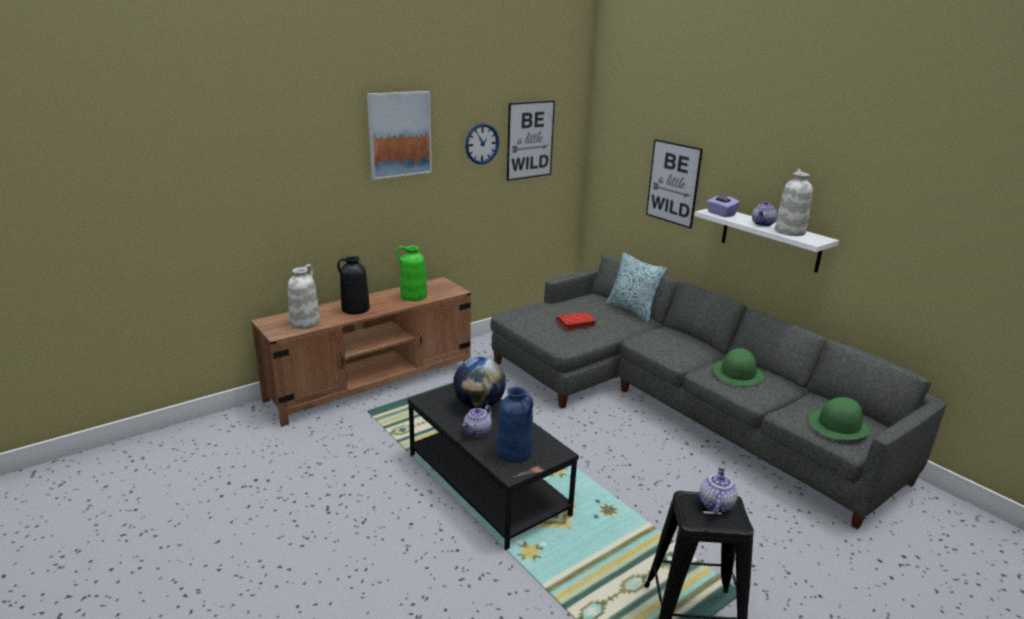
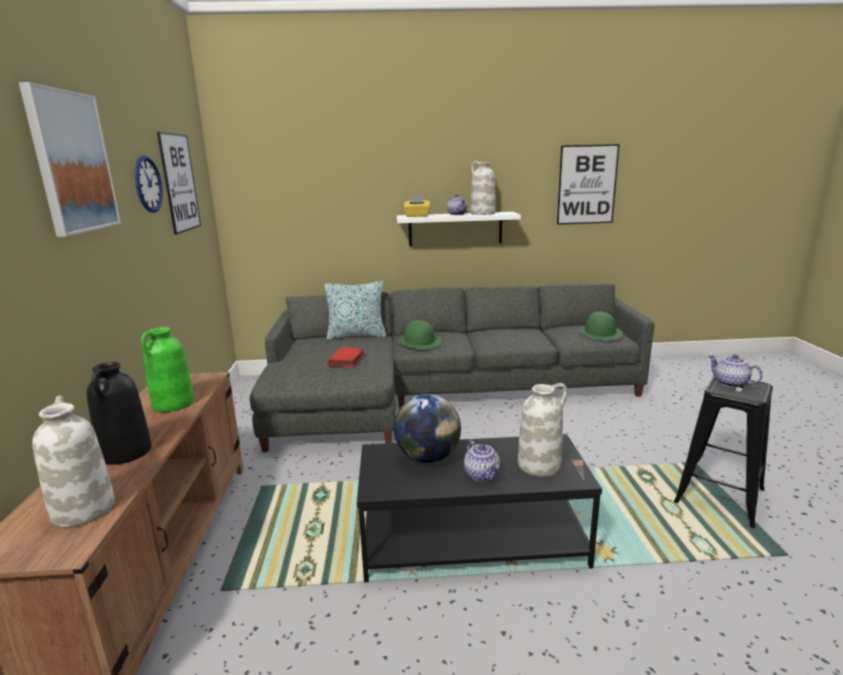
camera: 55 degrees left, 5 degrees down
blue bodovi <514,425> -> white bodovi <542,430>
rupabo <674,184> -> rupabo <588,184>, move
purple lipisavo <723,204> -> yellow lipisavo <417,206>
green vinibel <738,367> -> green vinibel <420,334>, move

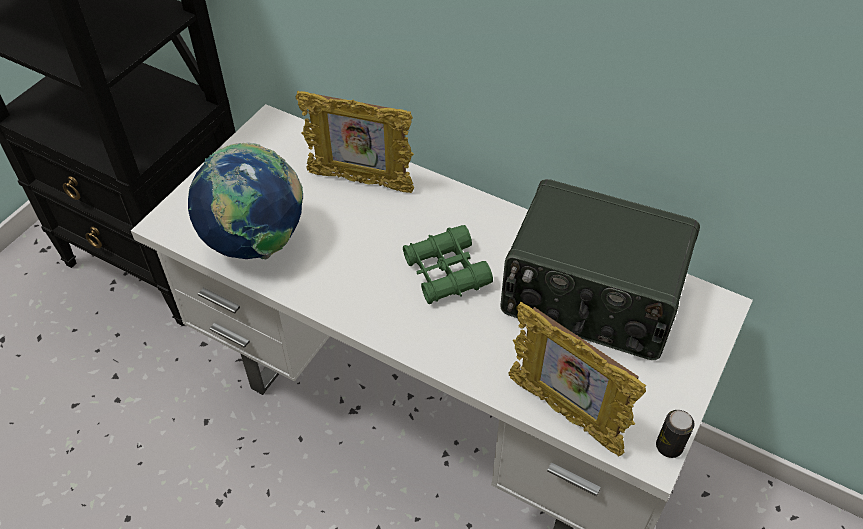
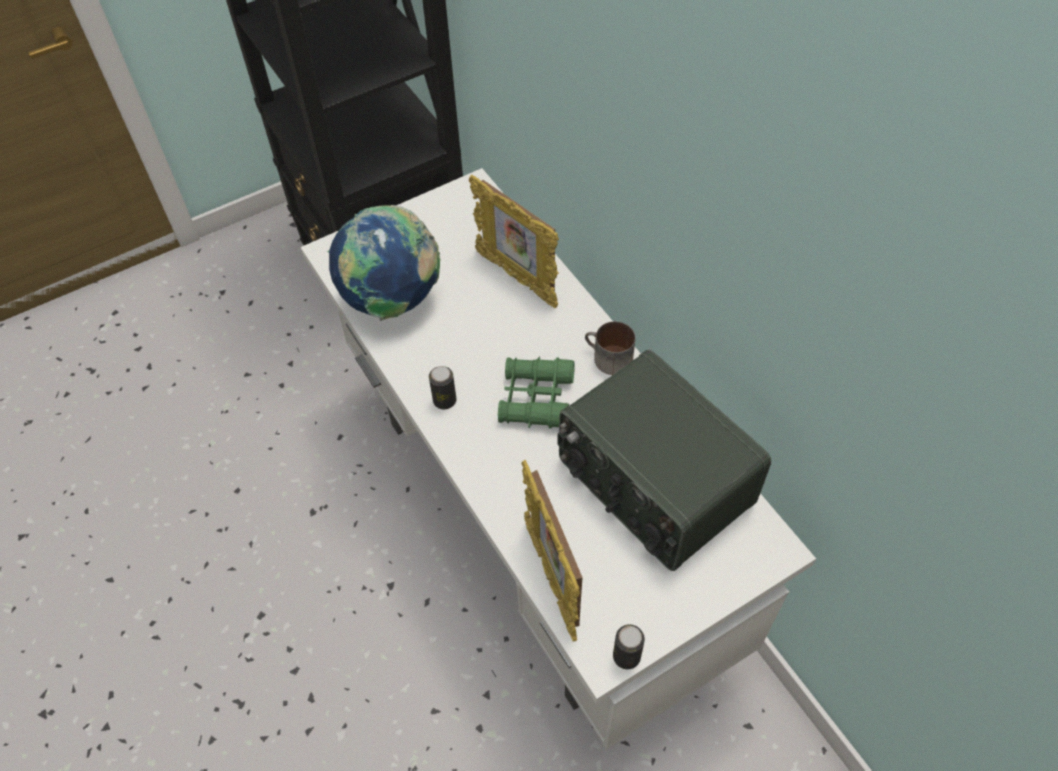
camera: 30 degrees right, 5 degrees up
none -> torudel <443,387>
none -> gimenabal <610,348>

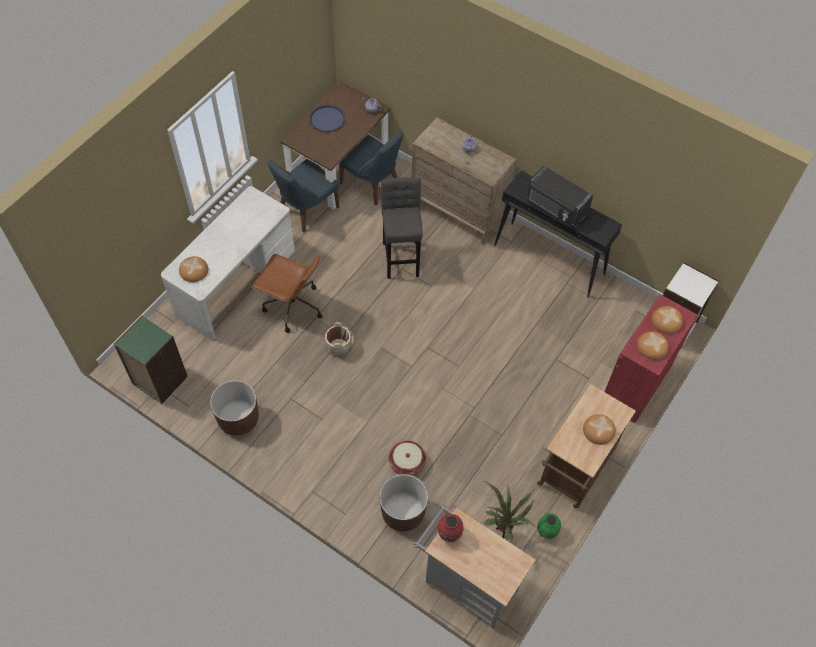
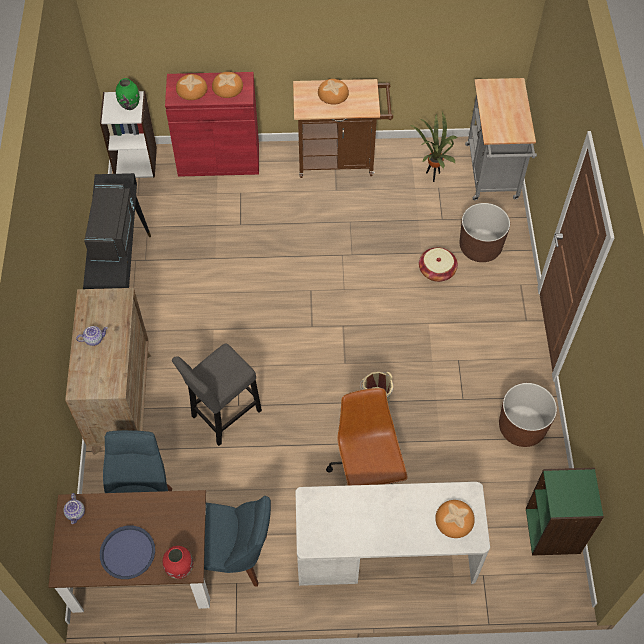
camera: 125 degrees left, 0 degrees up
red bodovi <450,528> -> red bodovi <178,562>, move
green bodovi <549,526> -> green bodovi <128,94>, move

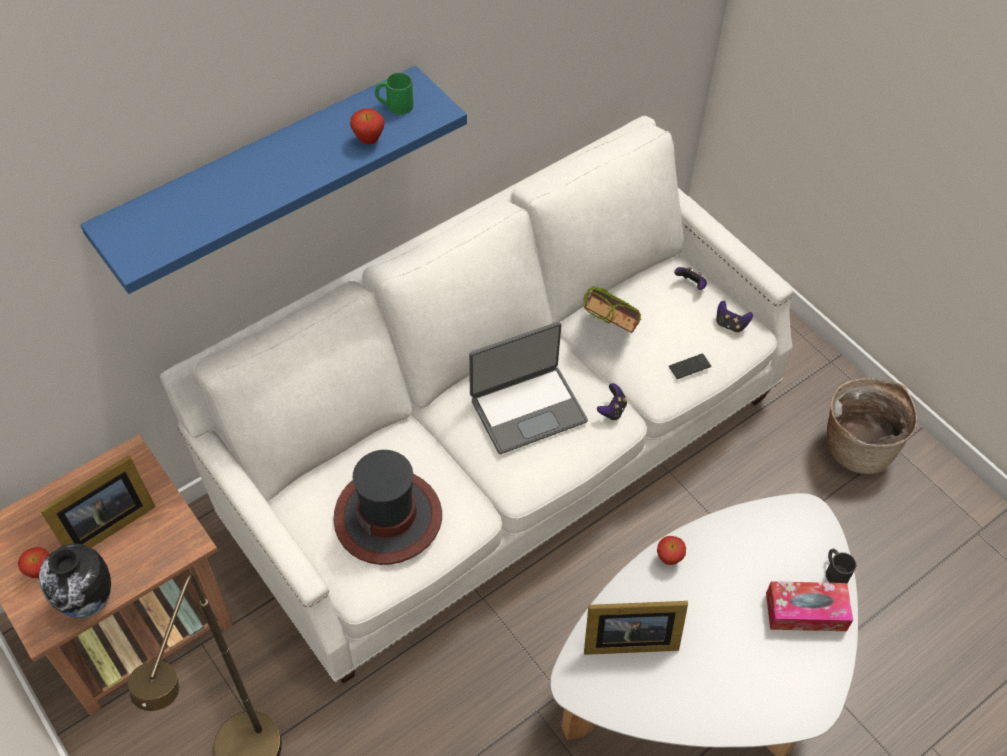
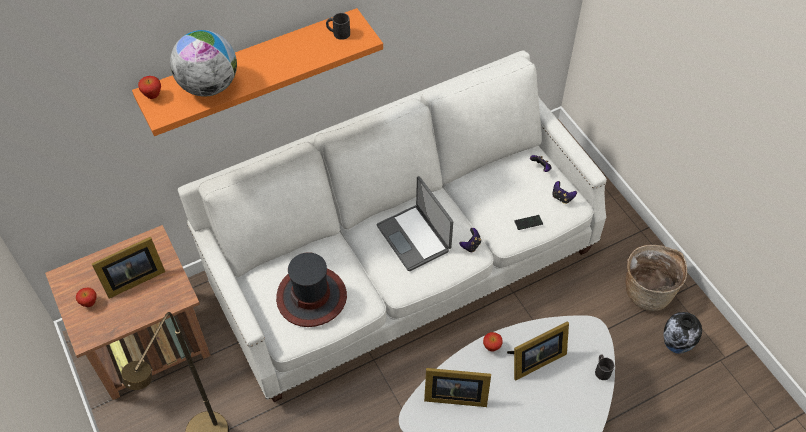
camera: 10 degrees right, 0 degrees up
bodovi <75,580> -> bodovi <682,333>, move
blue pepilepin <273,180> -> orange pepilepin <257,72>
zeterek <367,126> -> zeterek <149,87>, move
green gimenabal <394,94> -> black gimenabal <338,26>
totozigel <528,388> -> totozigel <414,223>, 75 degrees clockwise
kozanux <612,309> -> none
lipisavo <809,606> -> none
none -> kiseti <203,63>
none -> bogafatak <538,350>

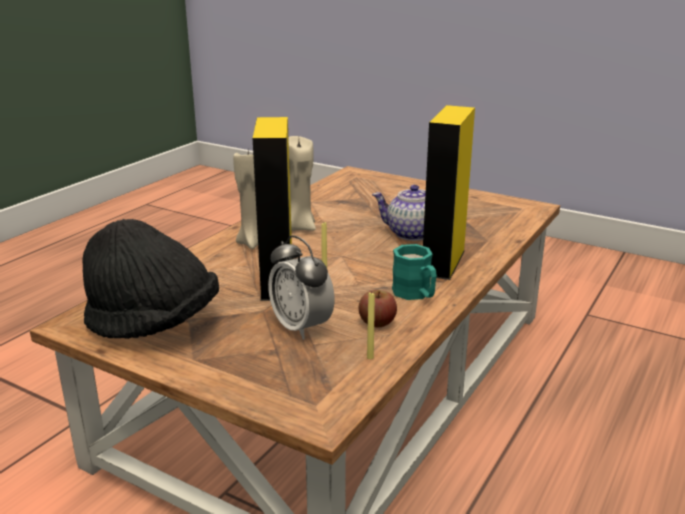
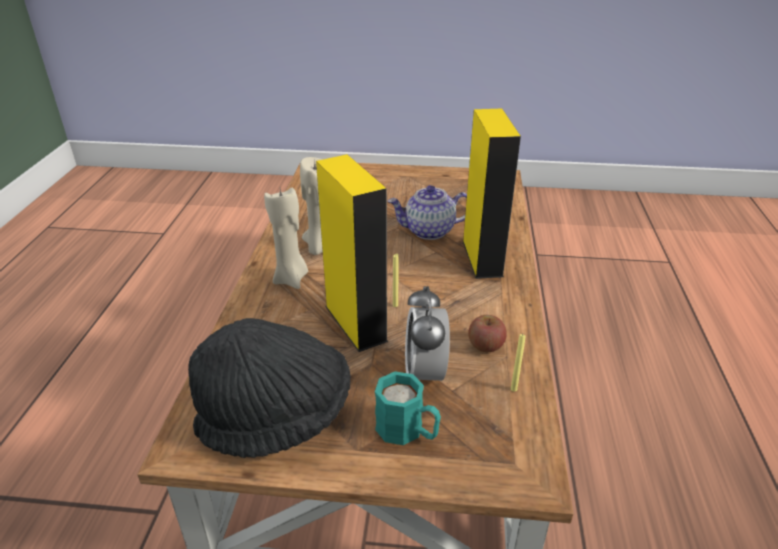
camera: 25 degrees left, 10 degrees up
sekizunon <301,287> -> sekizunon <427,333>, 60 degrees clockwise
turquoise gimenabal <414,272> -> turquoise gimenabal <408,408>, move

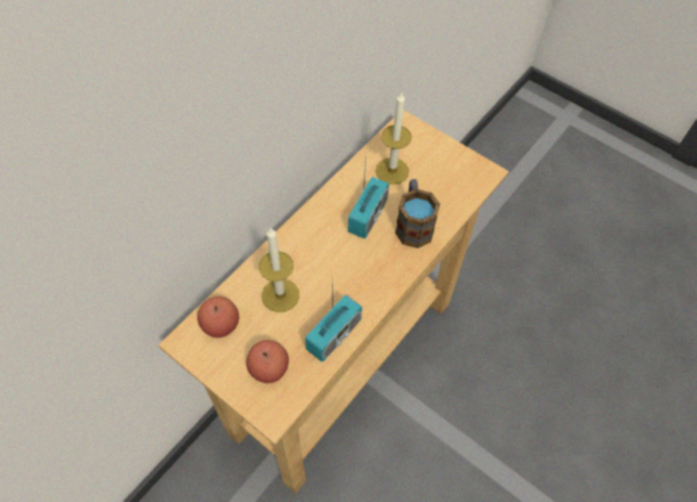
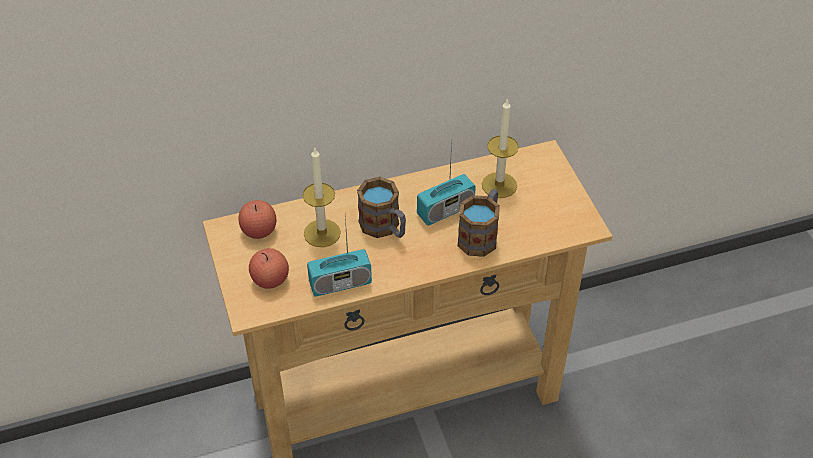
camera: 35 degrees right, 10 degrees down
none -> gimenabal <381,207>

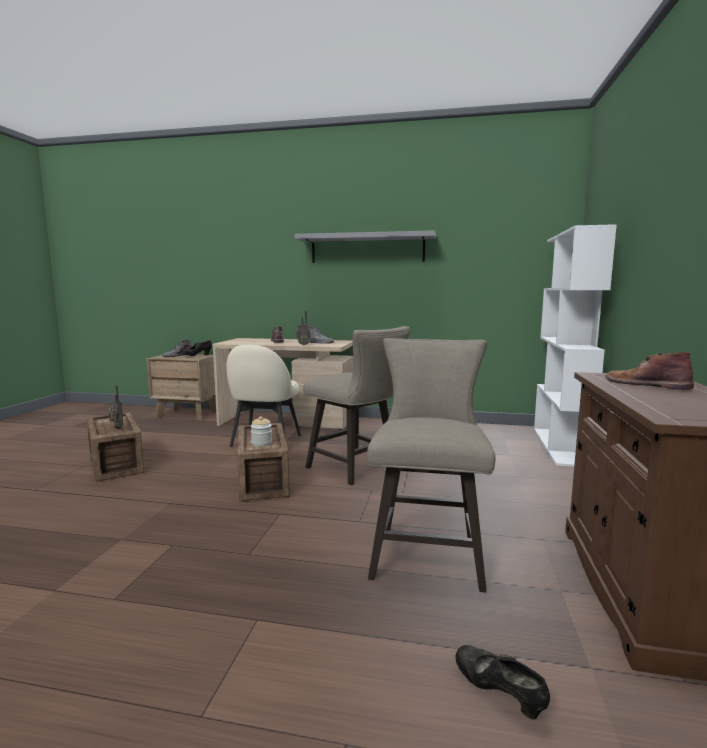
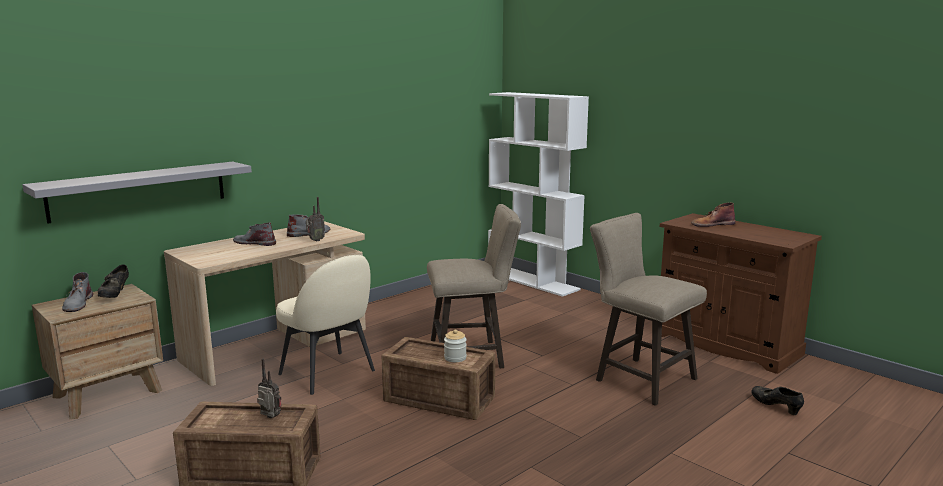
camera: 55 degrees left, 5 degrees up
grey pepilepin <365,246> -> grey pepilepin <137,193>, move
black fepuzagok <502,682> -> black fepuzagok <777,400>, 60 degrees clockwise

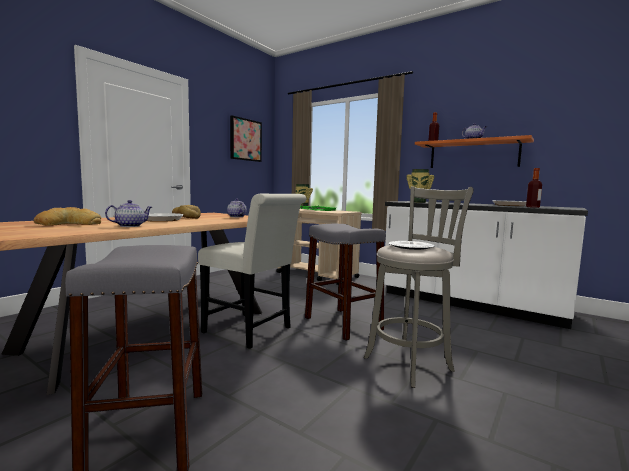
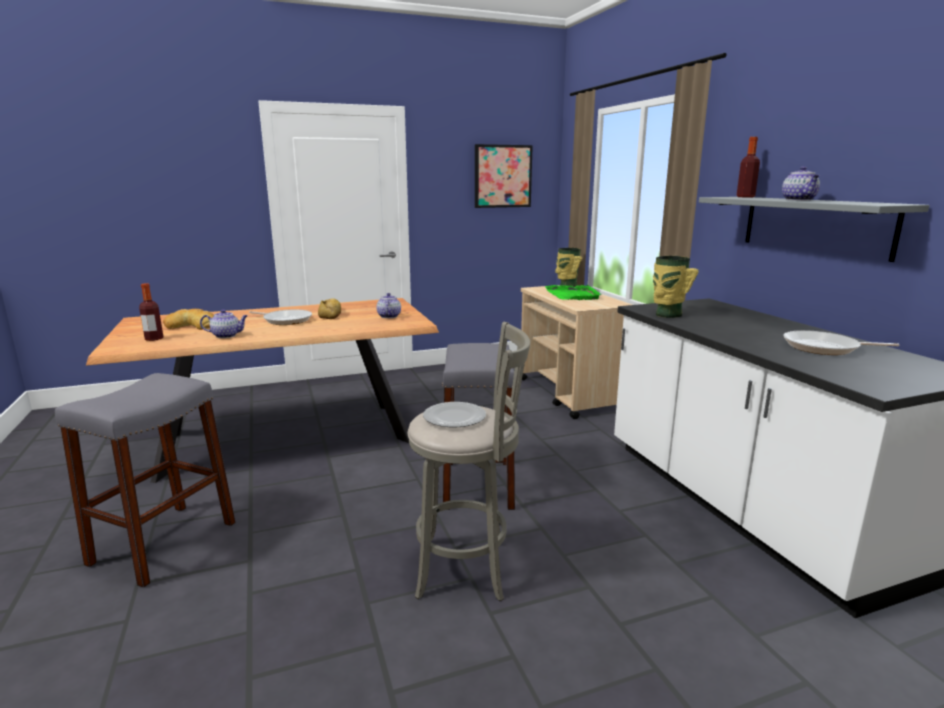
camera: 35 degrees right, 10 degrees up
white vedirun <252,271> -> none
orange pepilepin <474,151> -> grey pepilepin <814,229>
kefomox <534,188> -> kefomox <151,312>, move

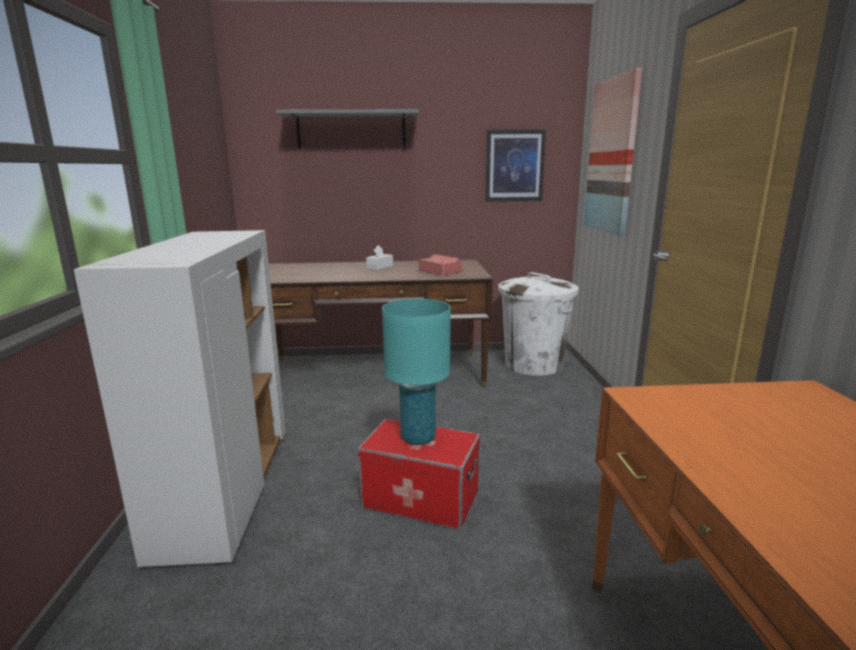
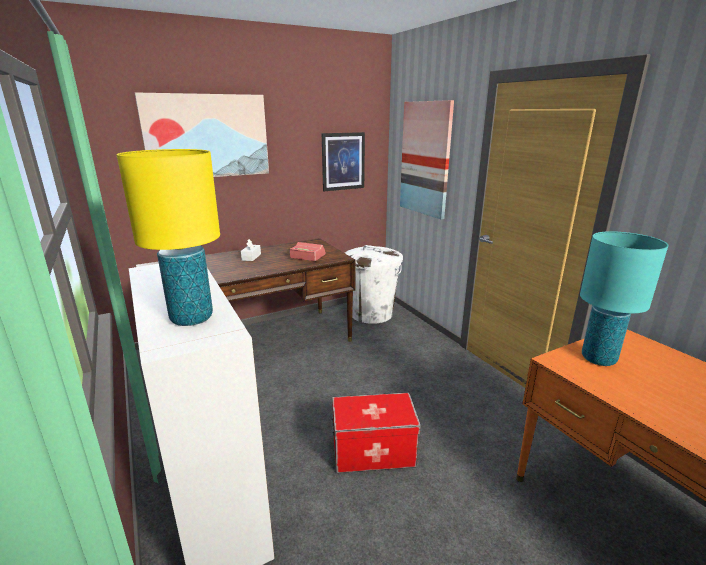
camera: 25 degrees left, 5 degrees up
grey pepilepin <347,129> -> rupabo <202,134>
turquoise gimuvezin <416,372> -> turquoise gimuvezin <624,298>, move
none -> yellow gimuvezin <168,237>

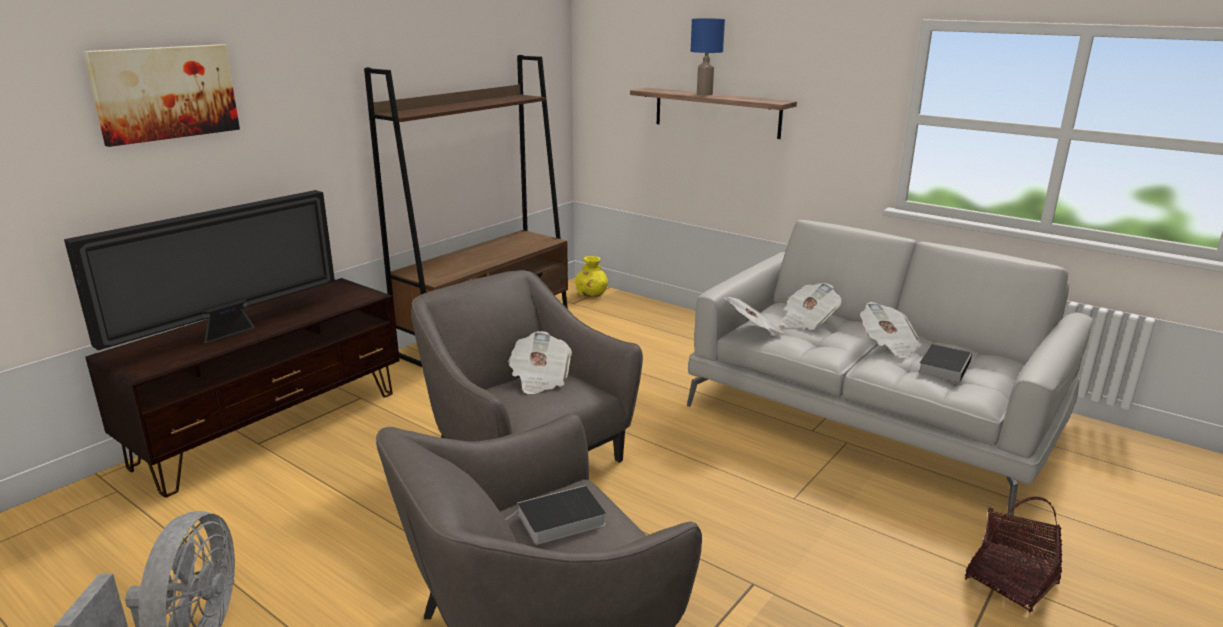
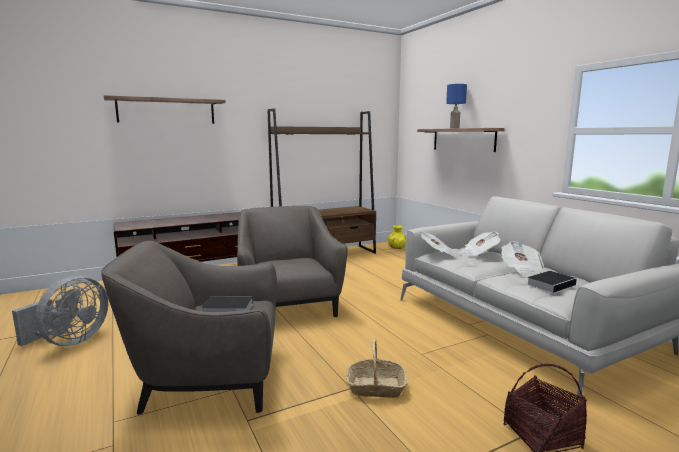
camera: 25 degrees right, 10 degrees down
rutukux <199,270> -> none
rupabo <161,95> -> pepilepin <165,109>
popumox <540,362> -> none
none -> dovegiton <376,368>

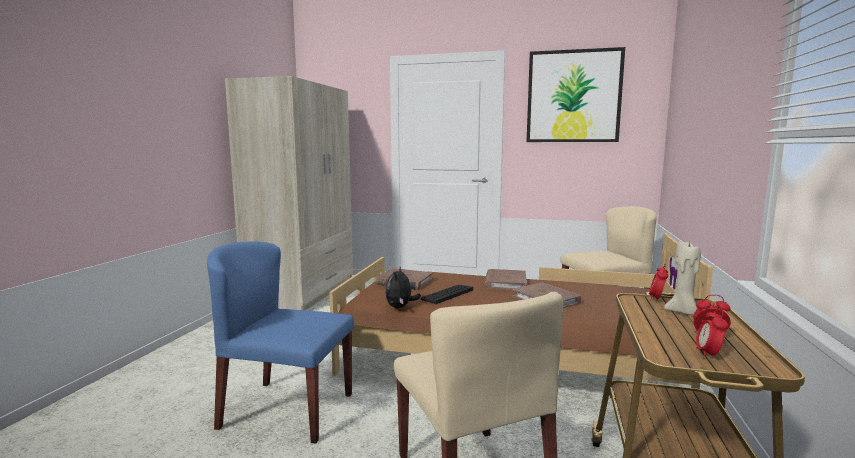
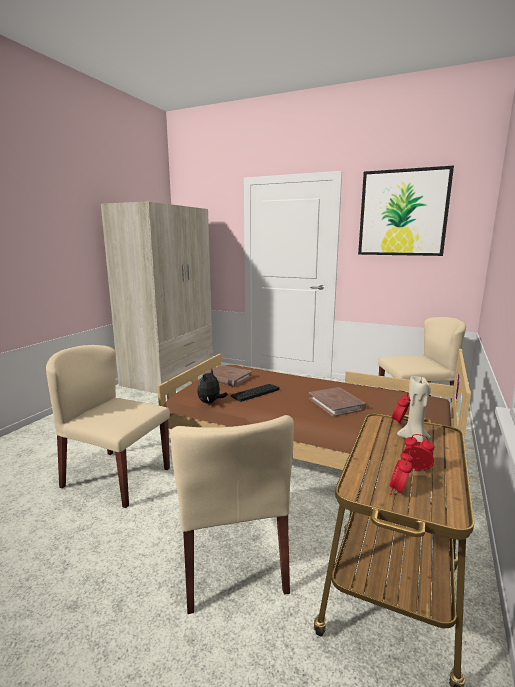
camera: 10 degrees right, 5 degrees up
blue vedirun <280,342> -> beige vedirun <108,426>
brown kozanux <505,279> -> none

